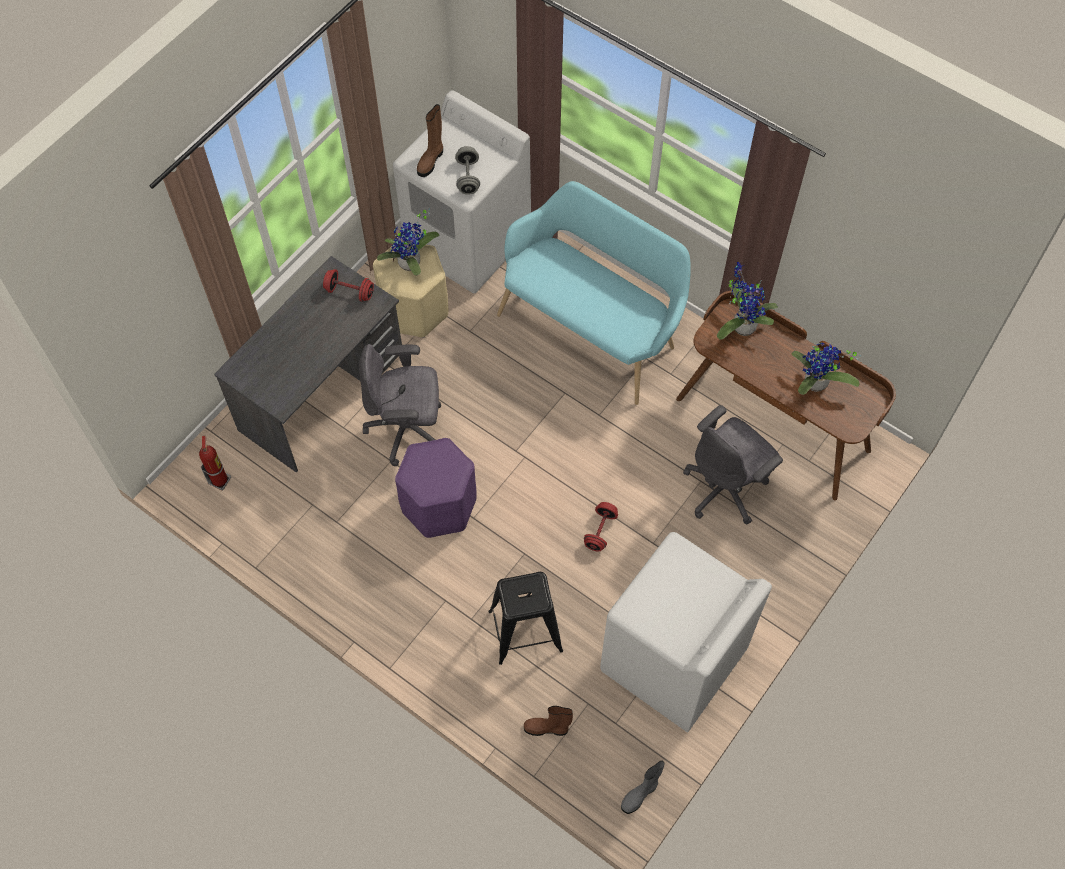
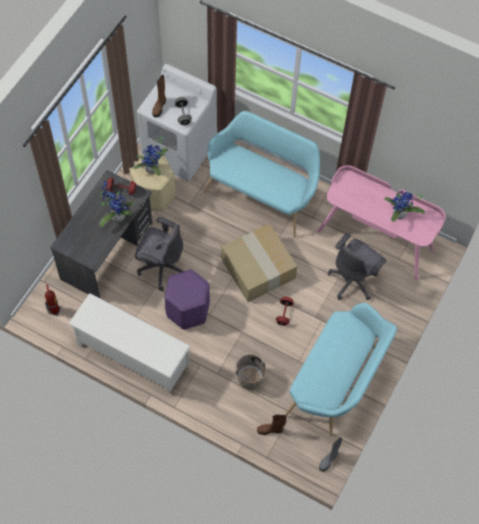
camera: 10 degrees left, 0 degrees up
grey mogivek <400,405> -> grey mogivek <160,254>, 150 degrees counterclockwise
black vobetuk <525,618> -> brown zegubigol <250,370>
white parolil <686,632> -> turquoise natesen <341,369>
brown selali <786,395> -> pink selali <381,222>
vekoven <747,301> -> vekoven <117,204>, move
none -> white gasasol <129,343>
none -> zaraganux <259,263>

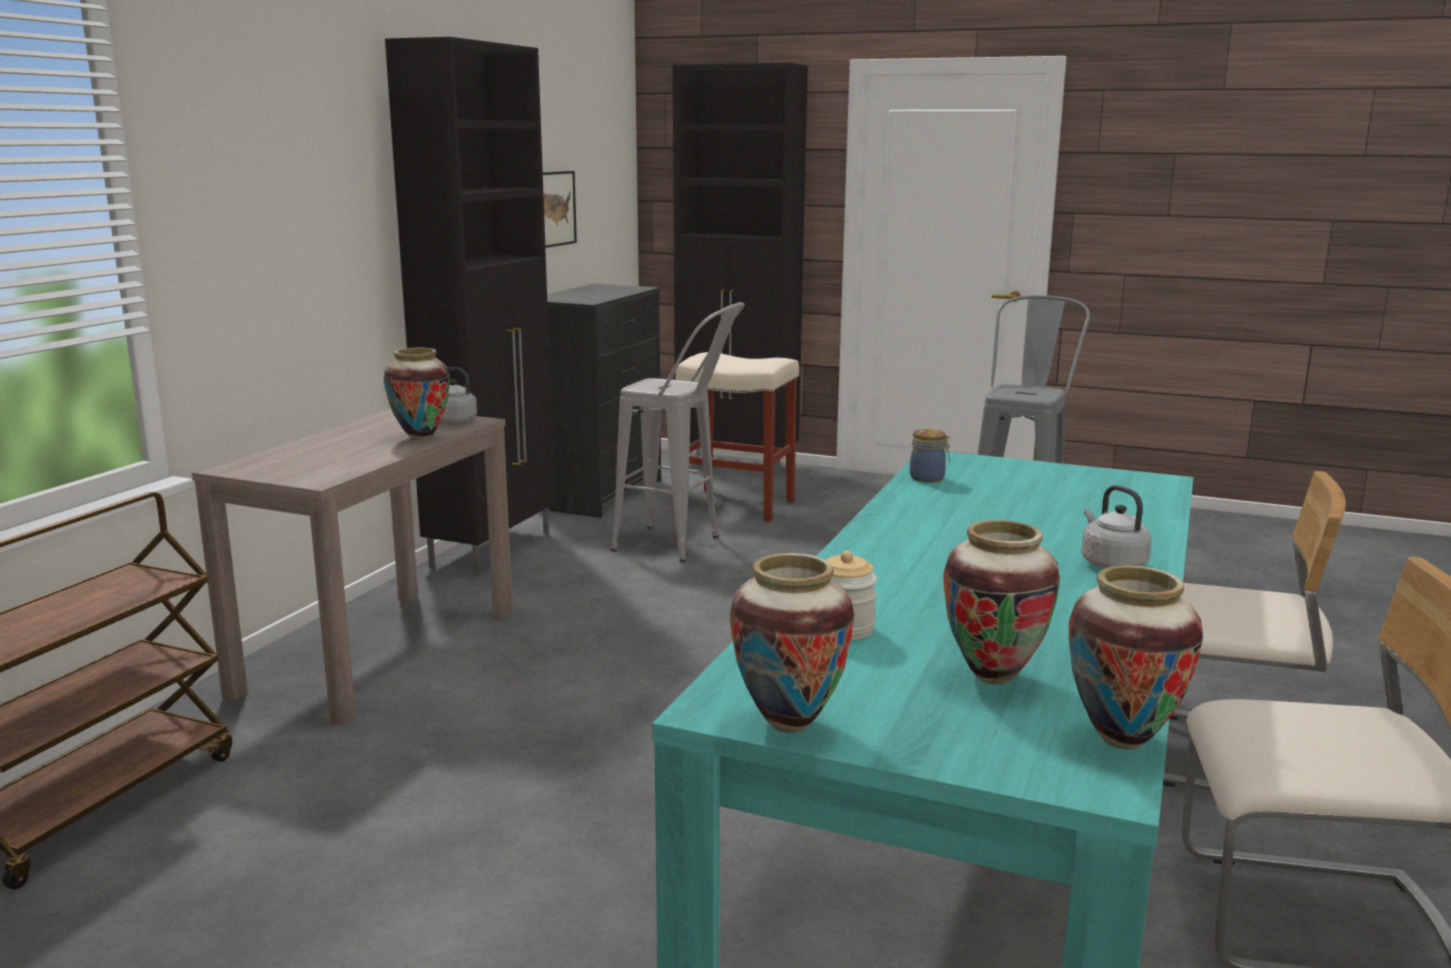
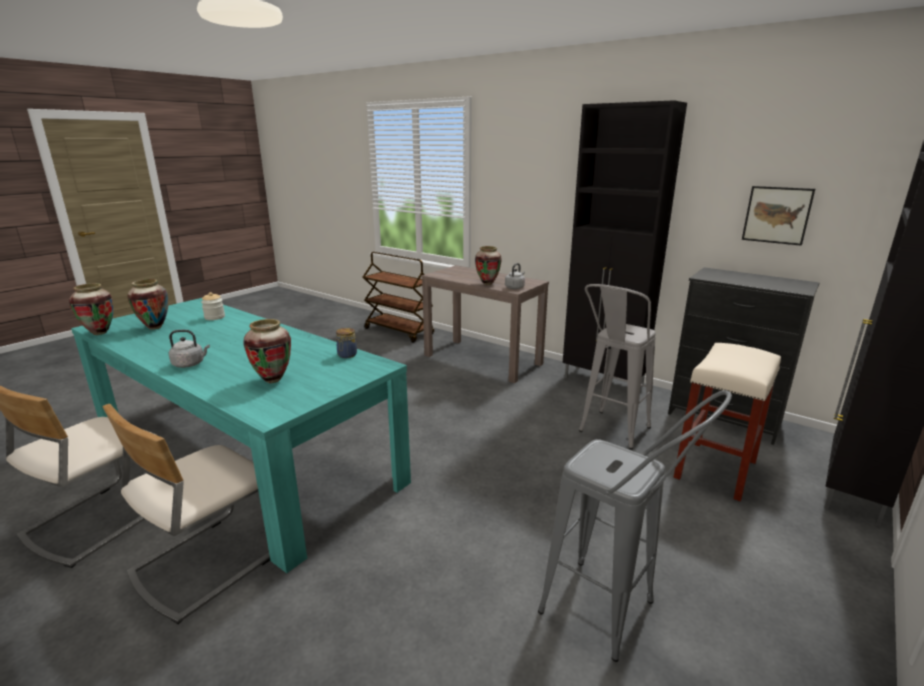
camera: 105 degrees right, 5 degrees up
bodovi <792,643> -> bodovi <267,351>, move

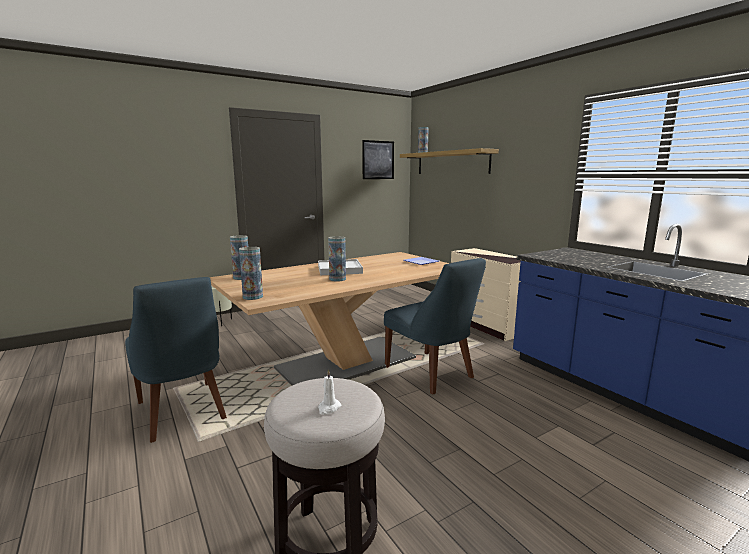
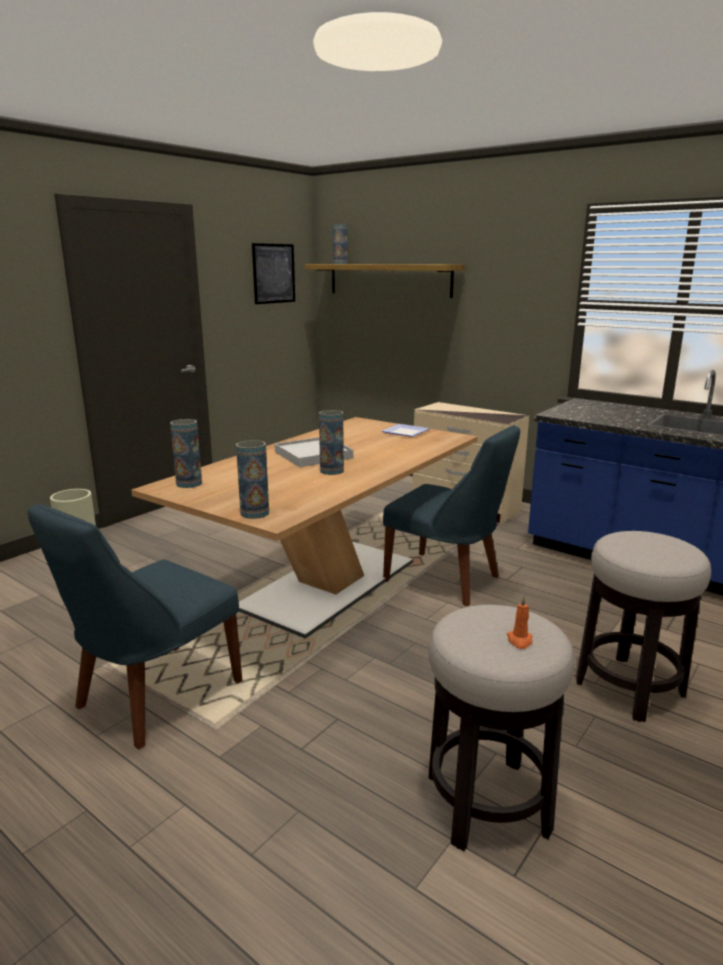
camera: 20 degrees left, 5 degrees up
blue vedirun <176,360> -> blue vedirun <135,626>, 90 degrees clockwise
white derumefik <330,392> -> orange derumefik <520,622>
none -> vobetuk <643,626>

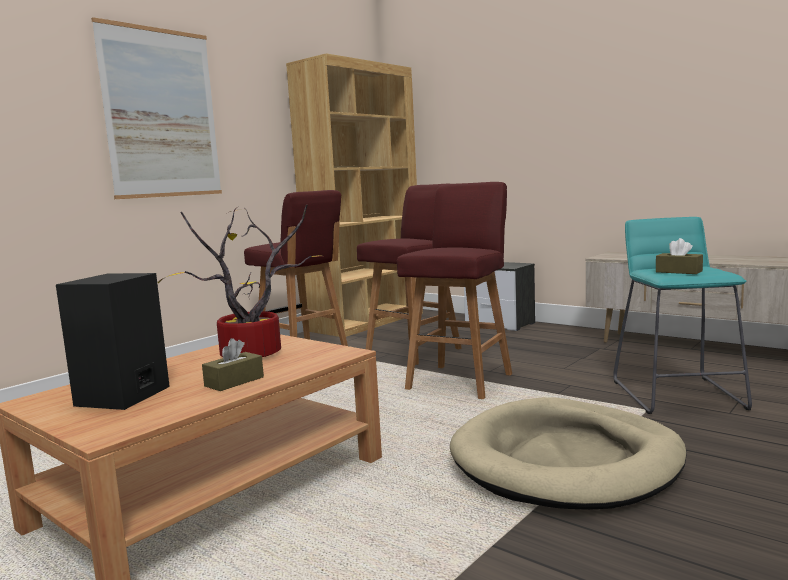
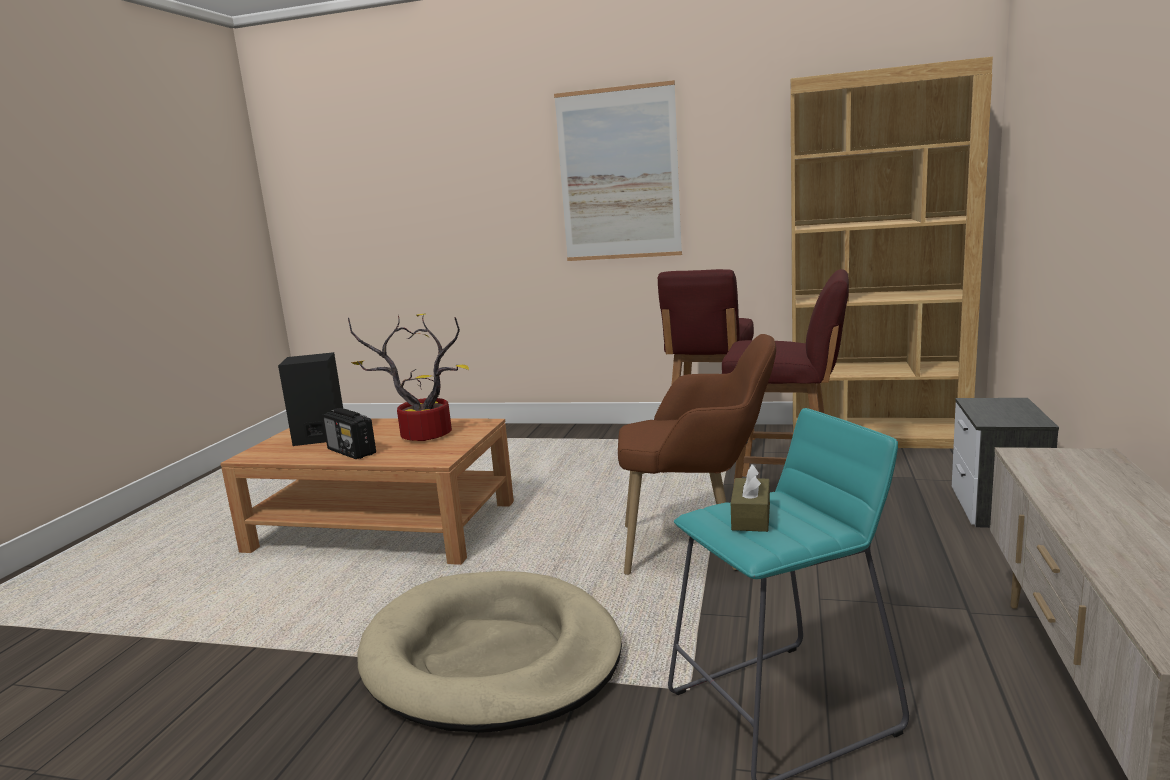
camera: 65 degrees right, 5 degrees up
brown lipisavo <233,364> -> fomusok <349,433>
red vobetuk <454,290> -> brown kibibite <697,454>

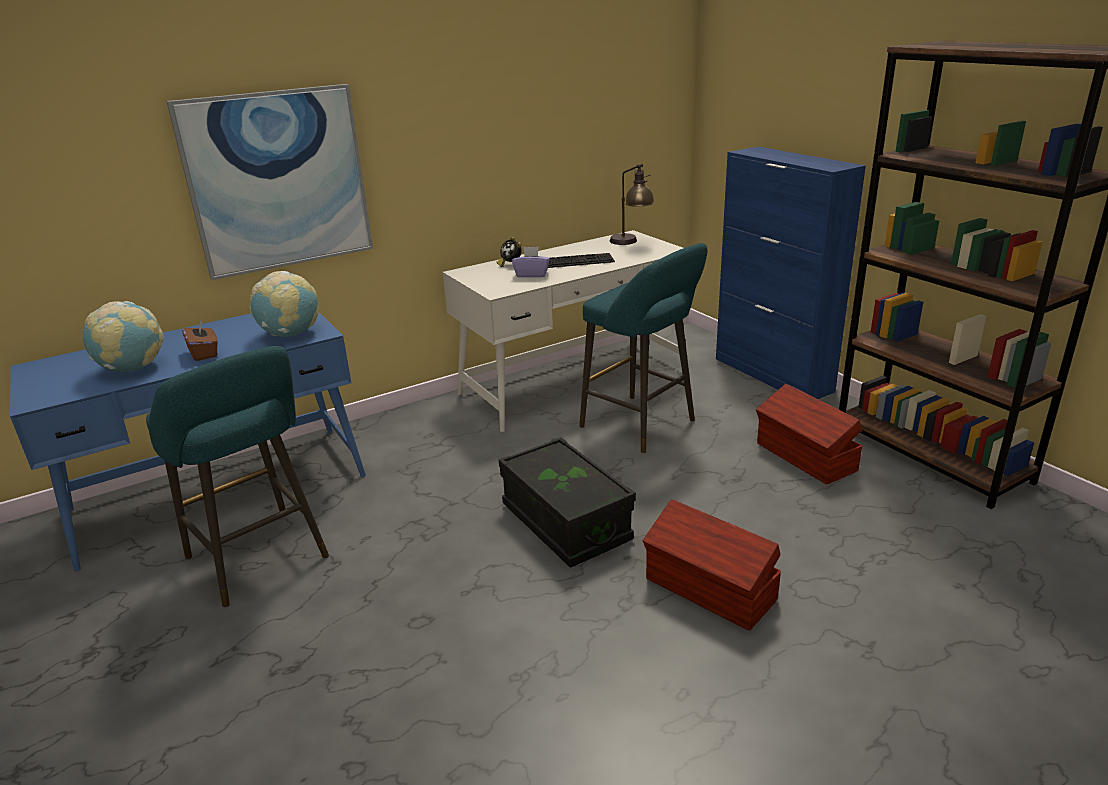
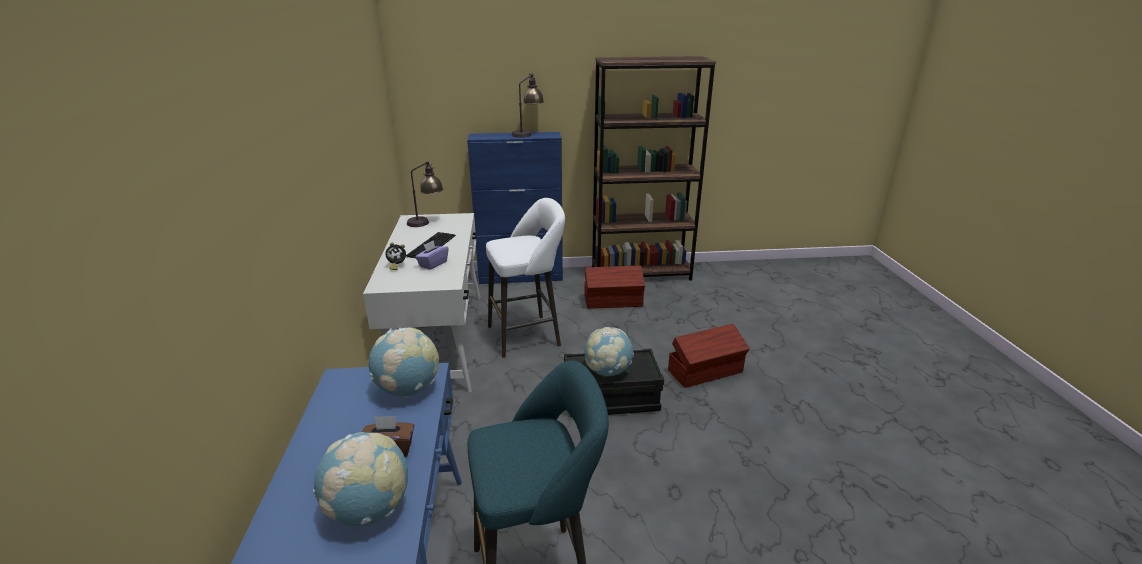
camera: 65 degrees left, 0 degrees up
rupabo <269,182> -> none
turquoise vobetuk <643,348> -> white vobetuk <525,278>
none -> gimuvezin <527,105>
none -> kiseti <609,351>

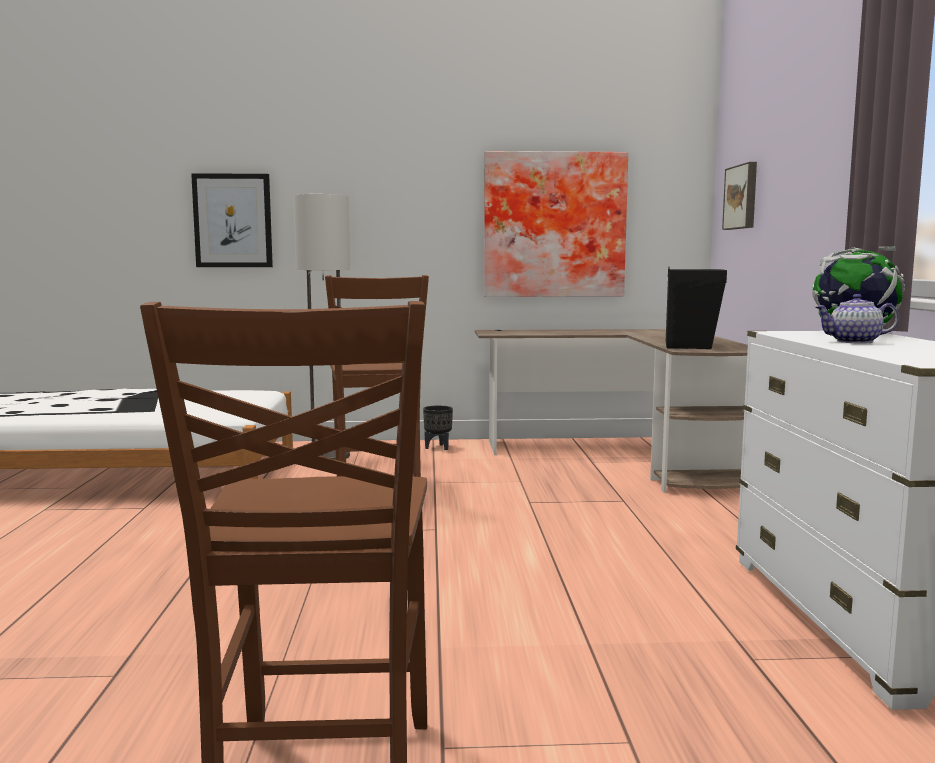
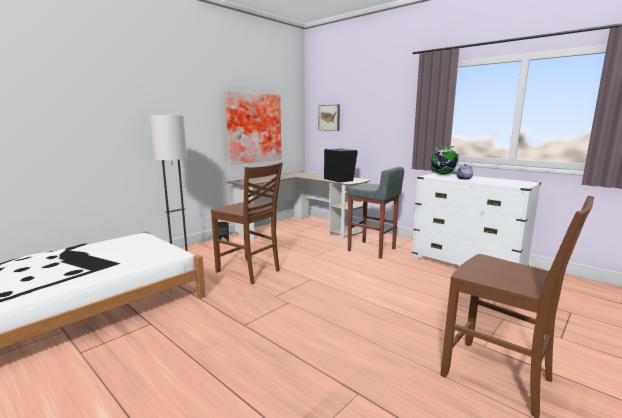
camera: 45 degrees left, 5 degrees up
rupabo <232,220> -> none
none -> grey vobetuk <375,213>

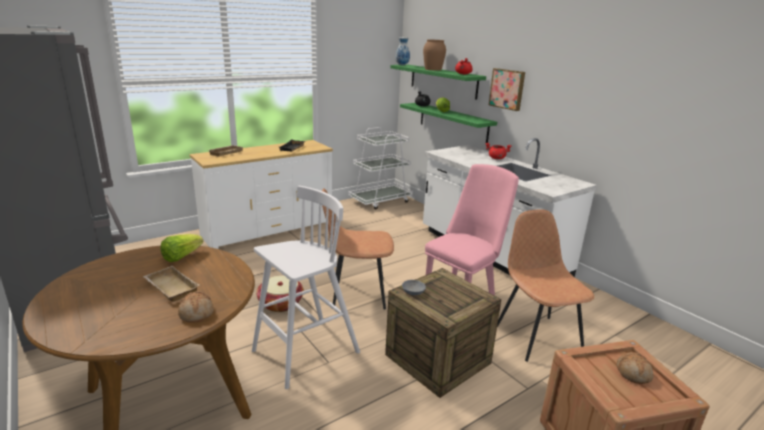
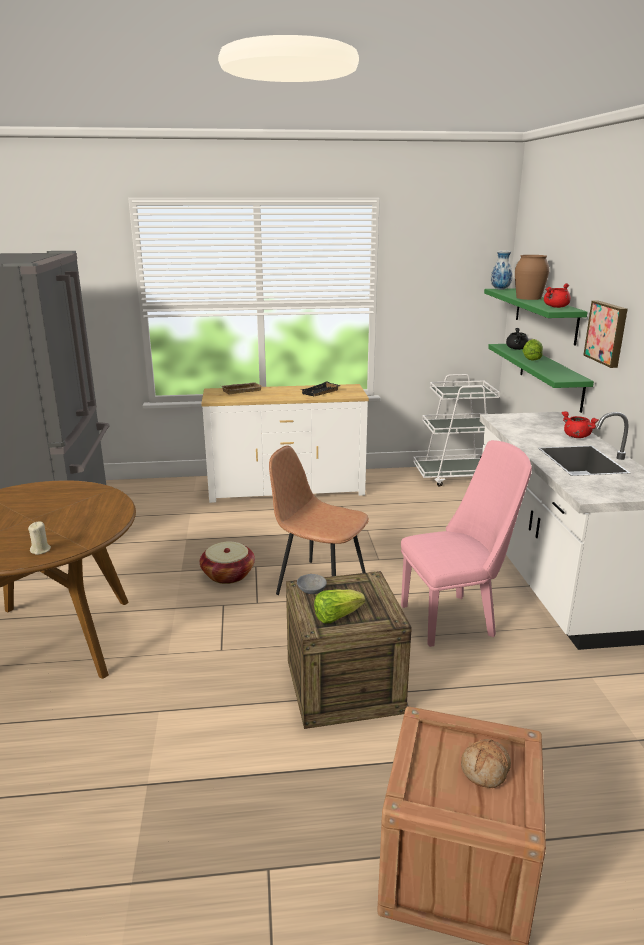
camera: 30 degrees right, 0 degrees up
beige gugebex <171,284> -> none
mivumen <182,248> -> mivumen <339,606>, move
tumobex <196,307> -> beige derumefik <39,538>
white vobetuk <306,287> -> none
brown vedirun <545,285> -> none

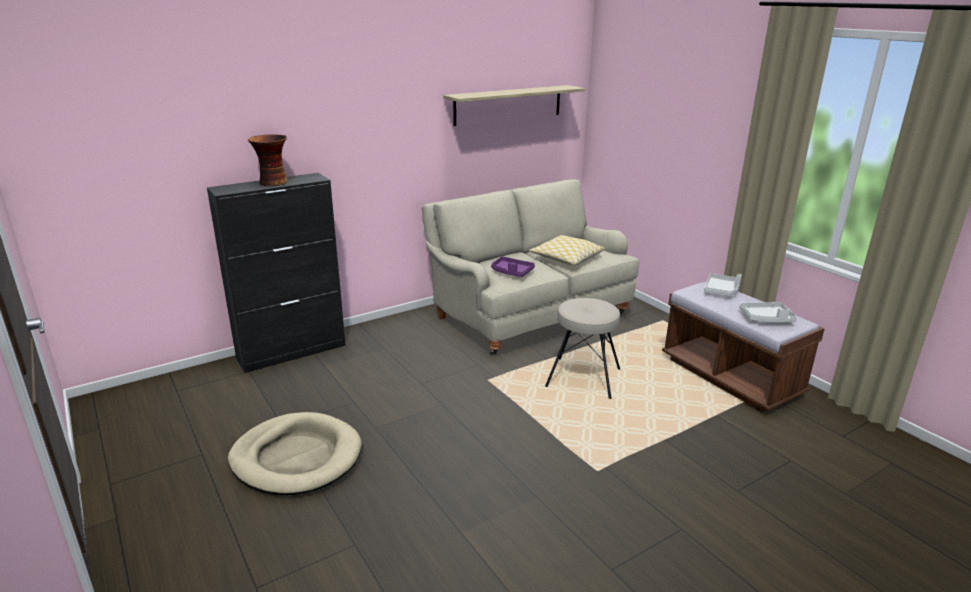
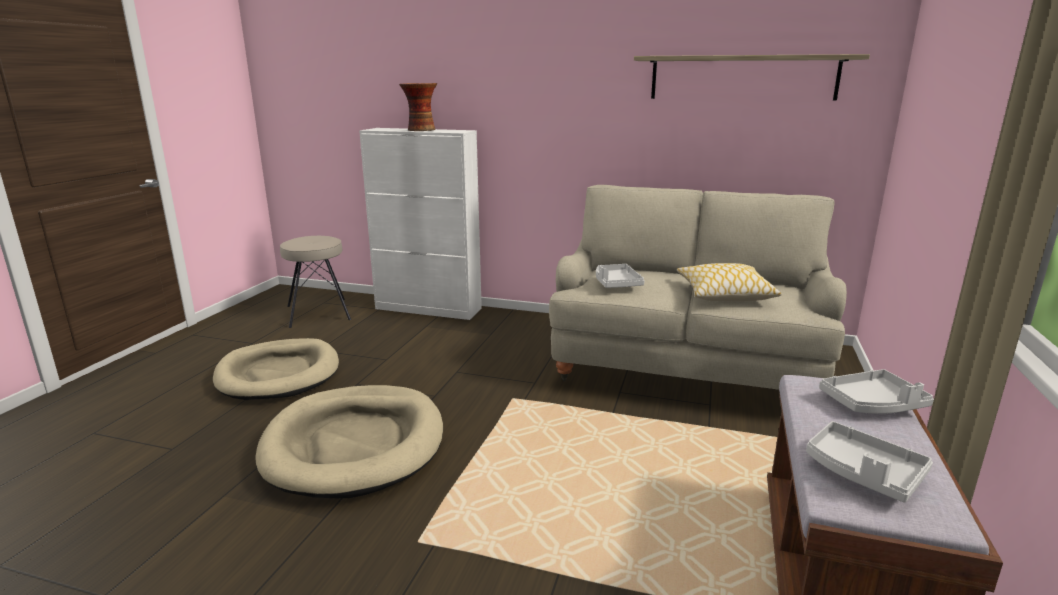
camera: 50 degrees right, 5 degrees down
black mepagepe <276,273> -> white mepagepe <420,224>
purple gugebex <513,266> -> grey gugebex <620,276>
beige vobetuk <582,348> -> beige vobetuk <315,282>, move
none -> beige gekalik <349,441>

